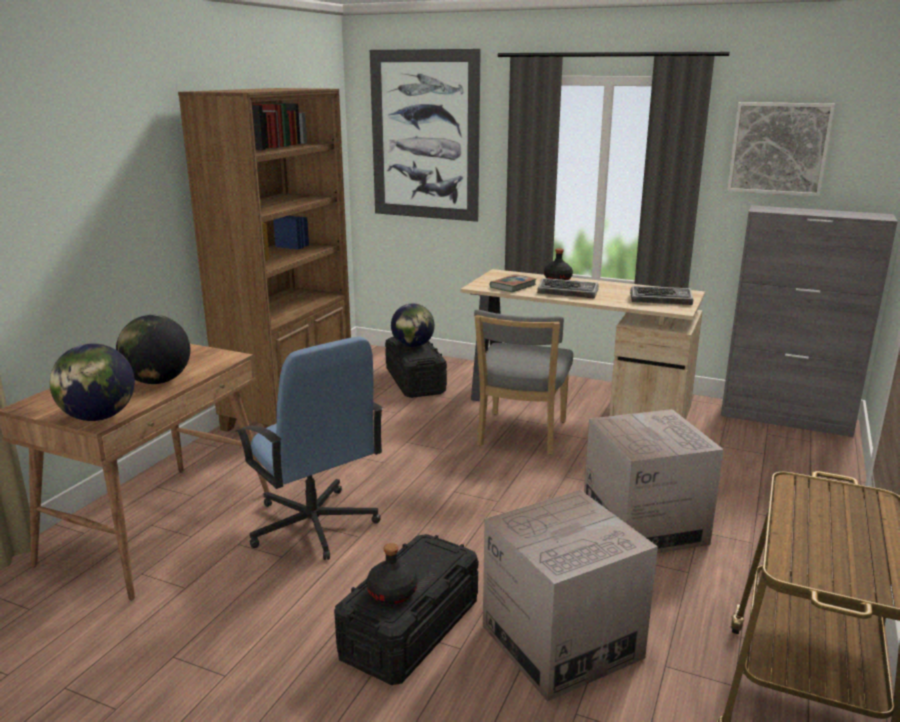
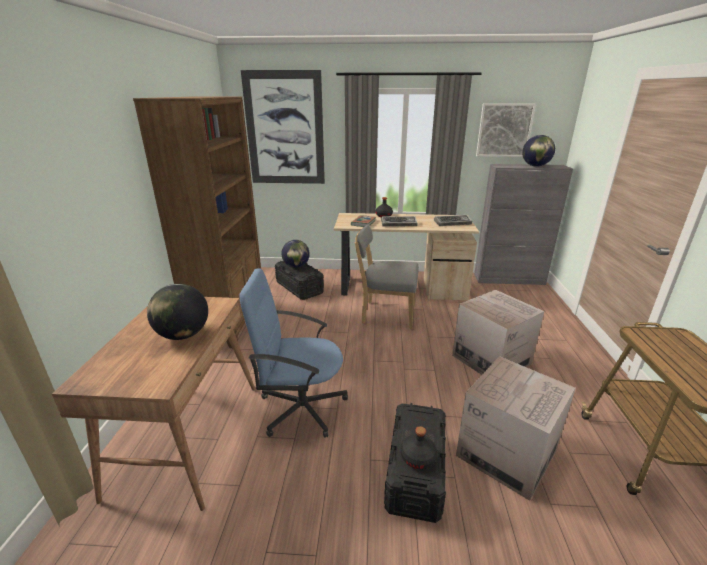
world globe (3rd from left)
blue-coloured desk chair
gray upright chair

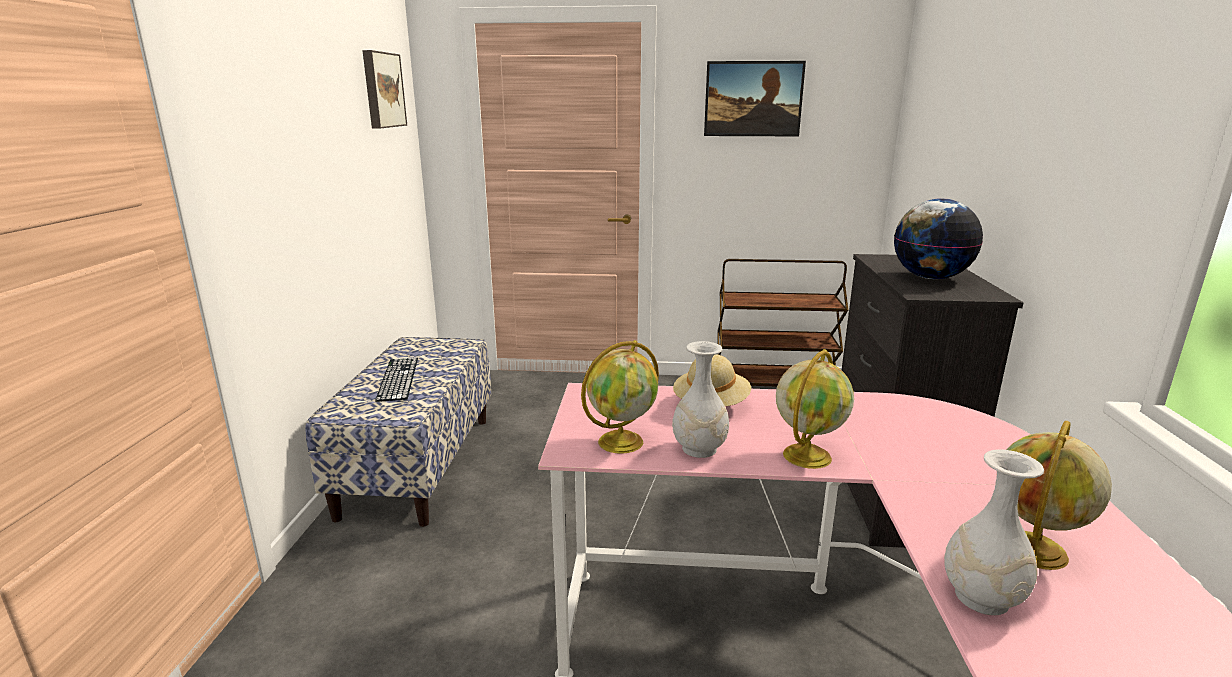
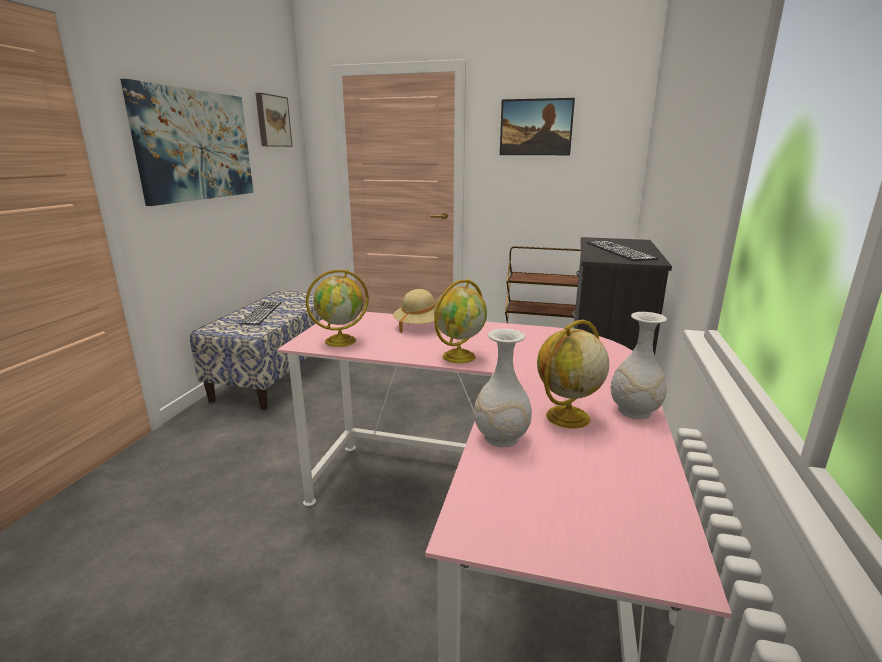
white-coloured flower vase (2nd from left)
computer keyboard (2nd from left)
picture (1st from left)

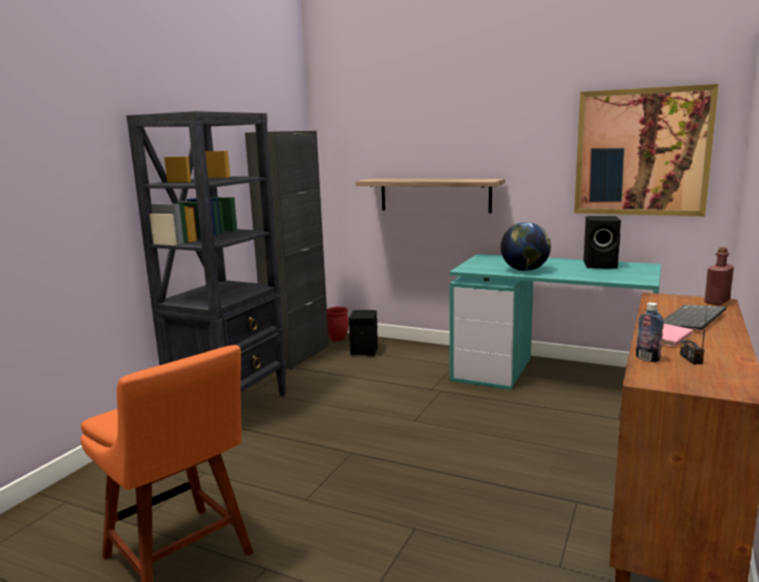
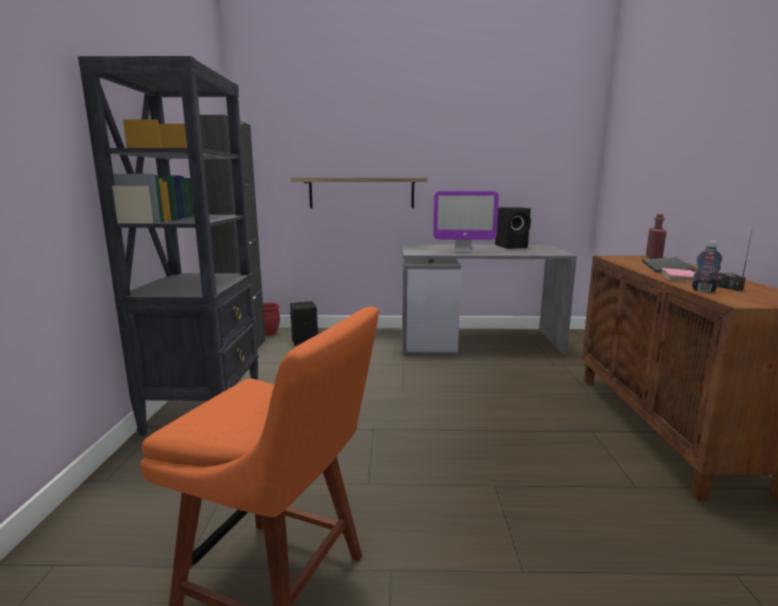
gray desk table
computer screen
picture

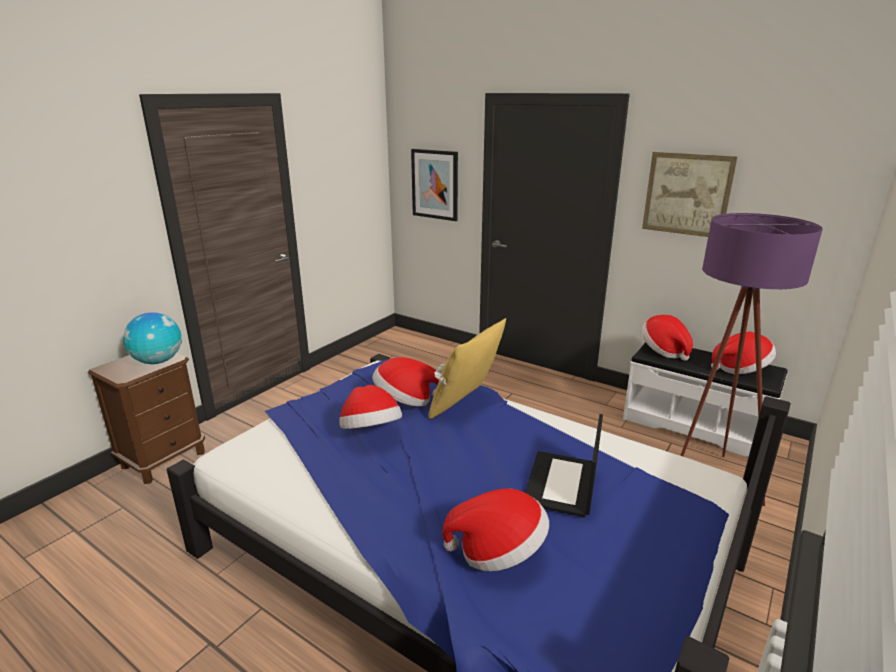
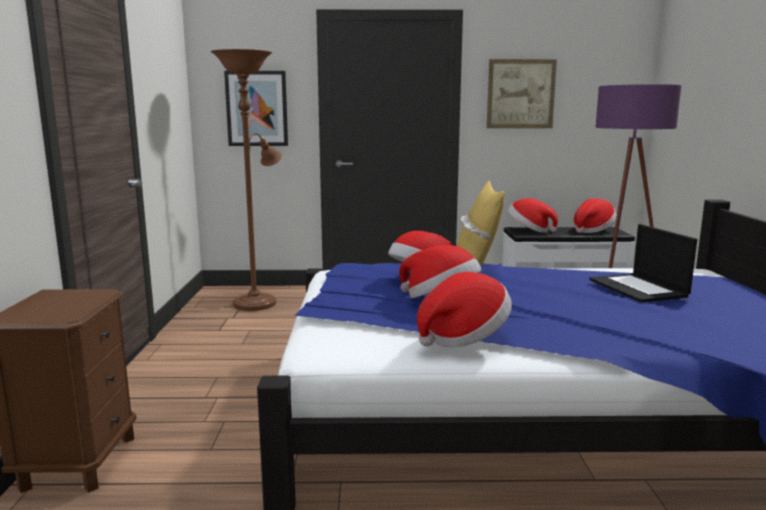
world globe
wearable hat (3rd from left)
brownish floor lamp

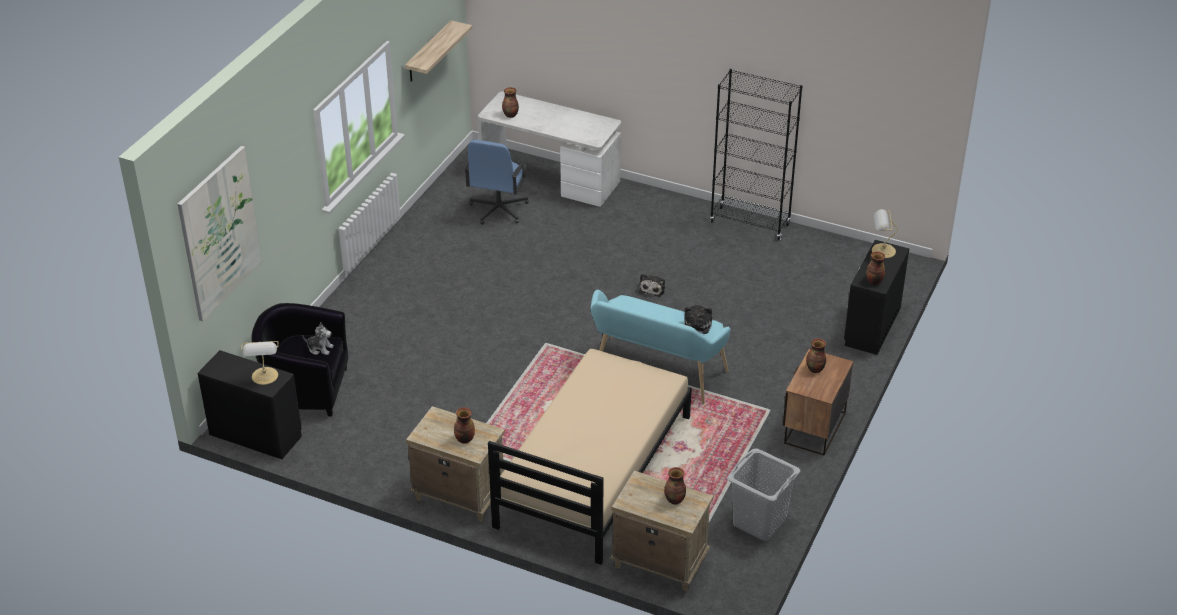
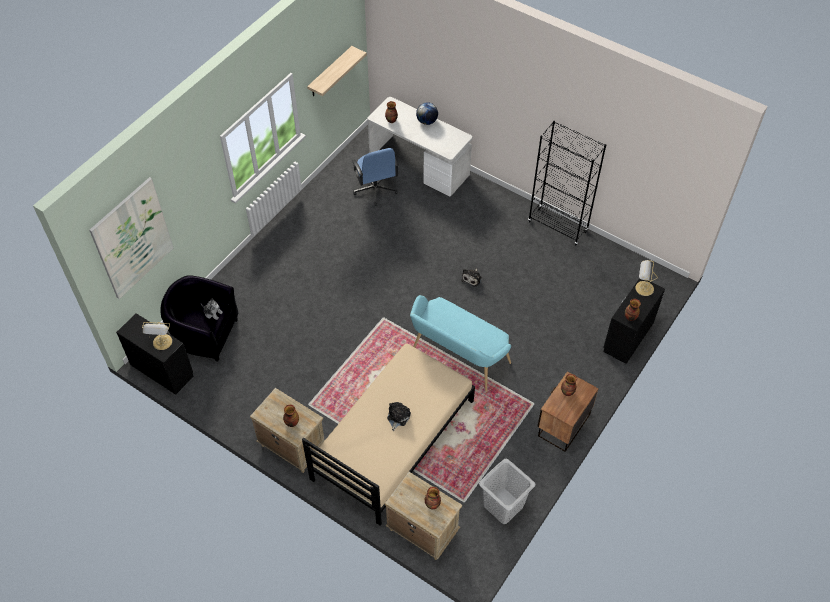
blue-coloured desk chair
soft toy (2nd from left)
world globe

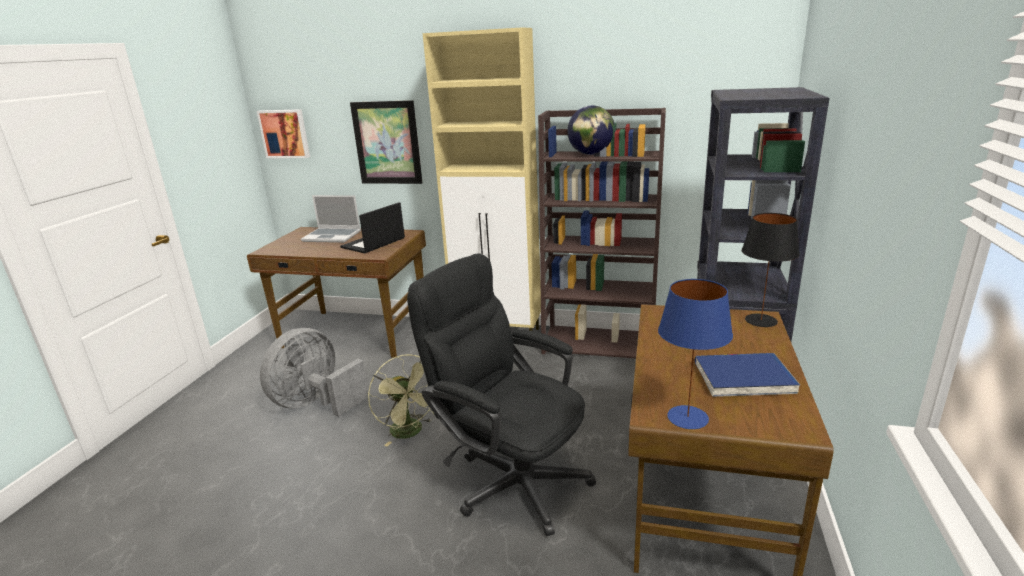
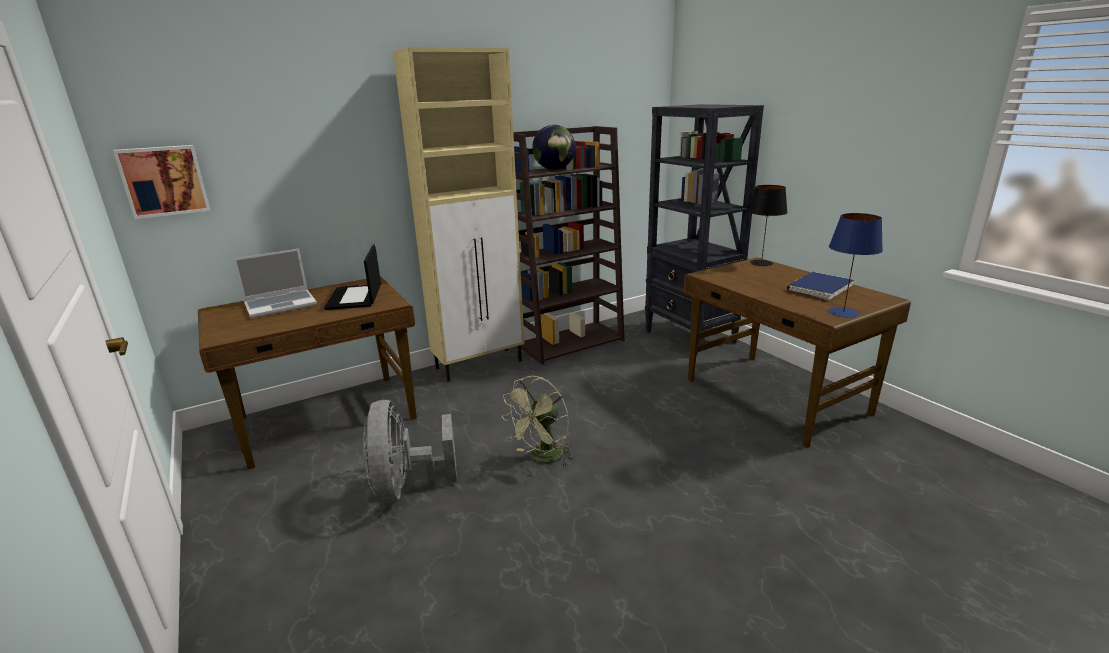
picture (2nd from left in the first image)
greenish electric fan
blackish desk chair

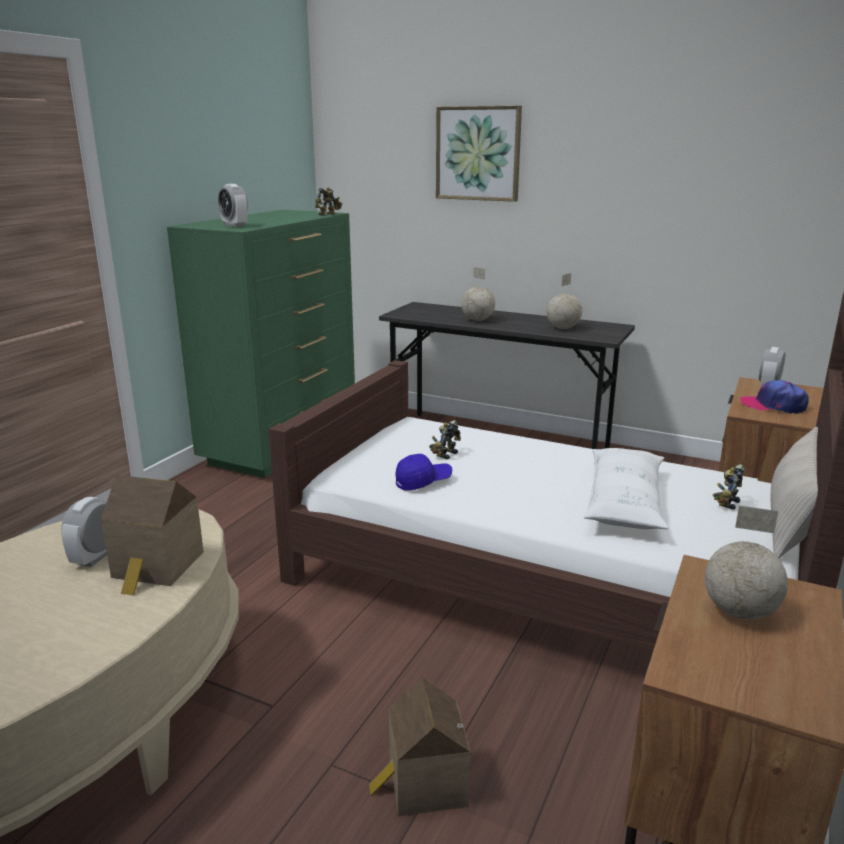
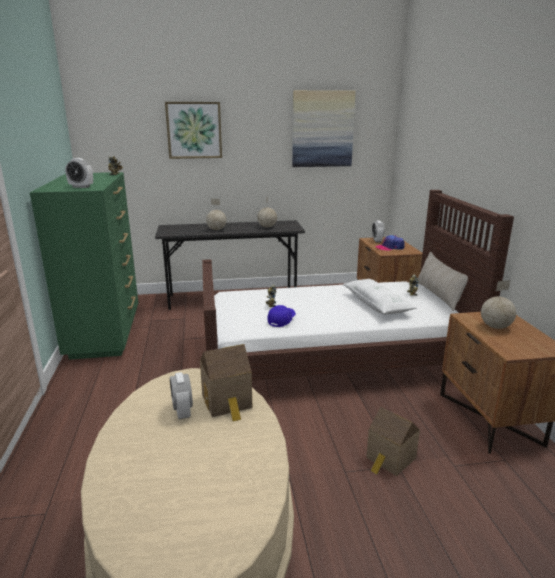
picture (2nd from left)

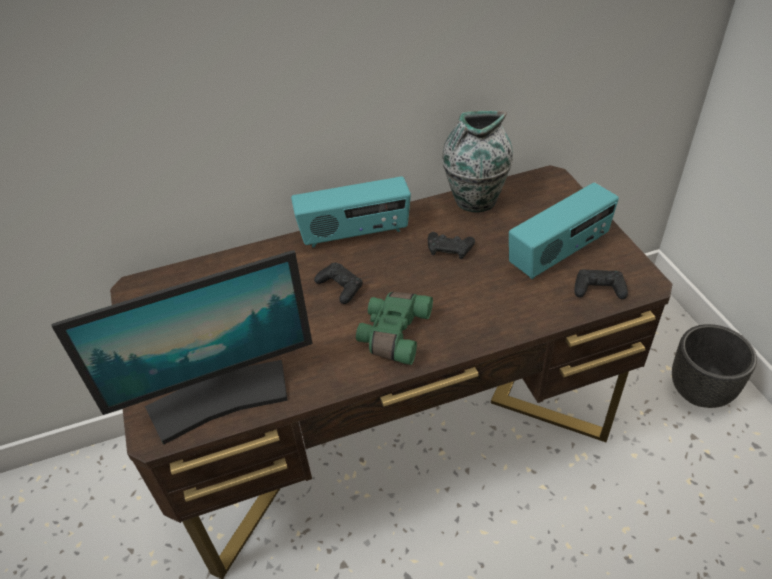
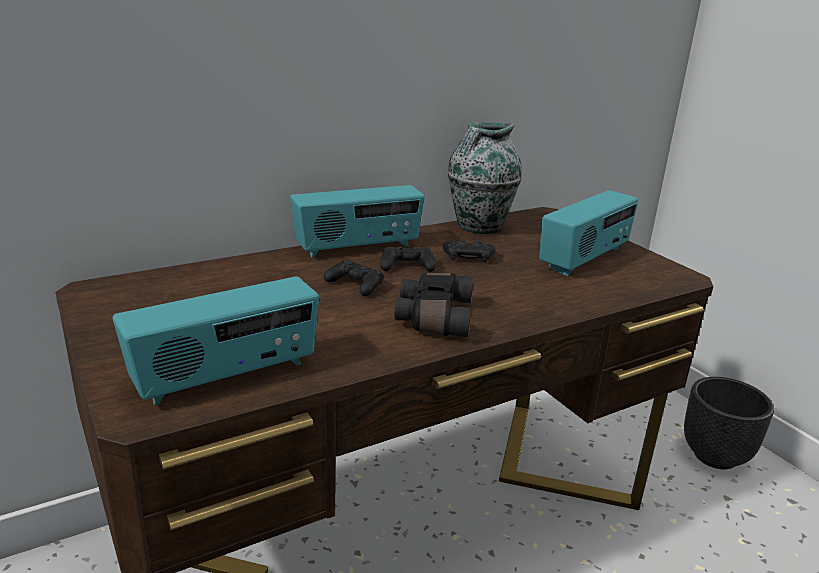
radio (1st from left)
blackish binoculars
blackish game controller (2nd from left)

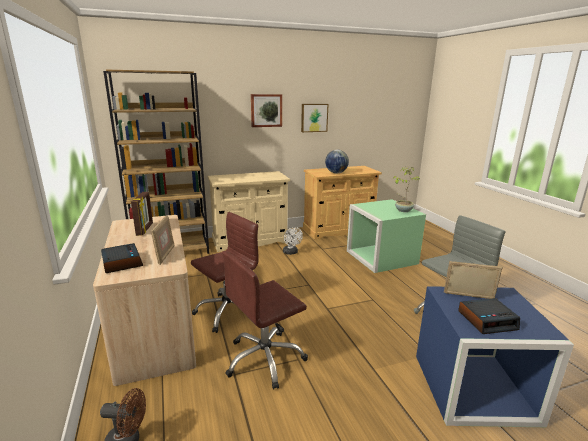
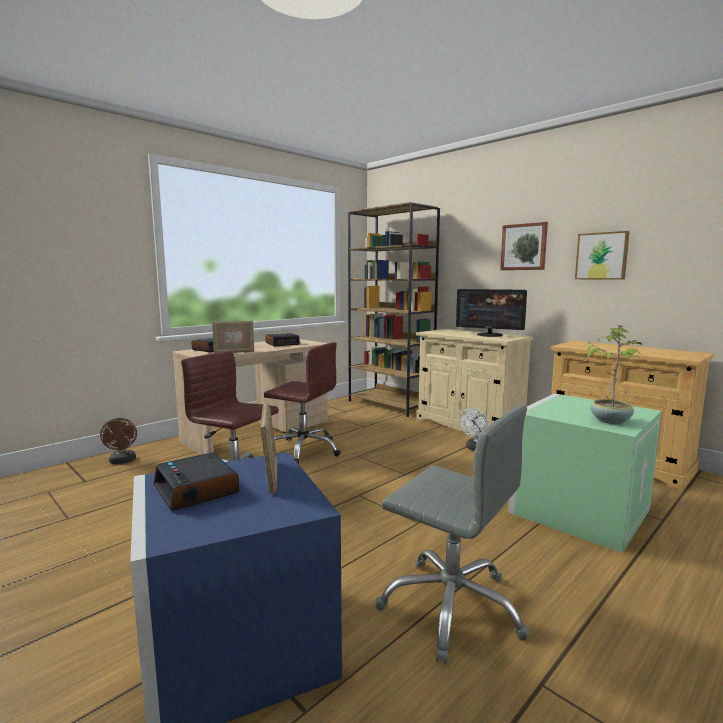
alarm clock (3rd from left)
world globe
computer screen

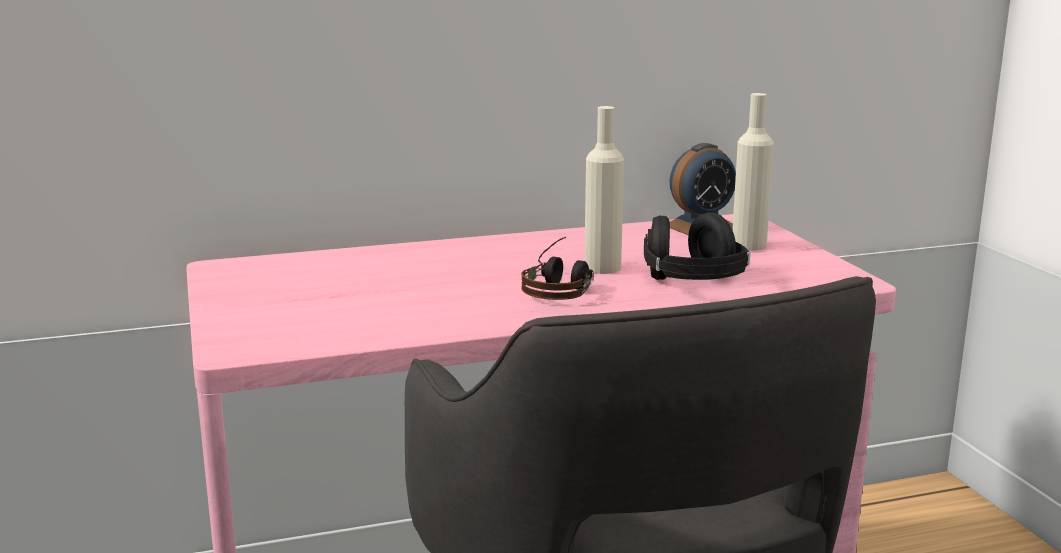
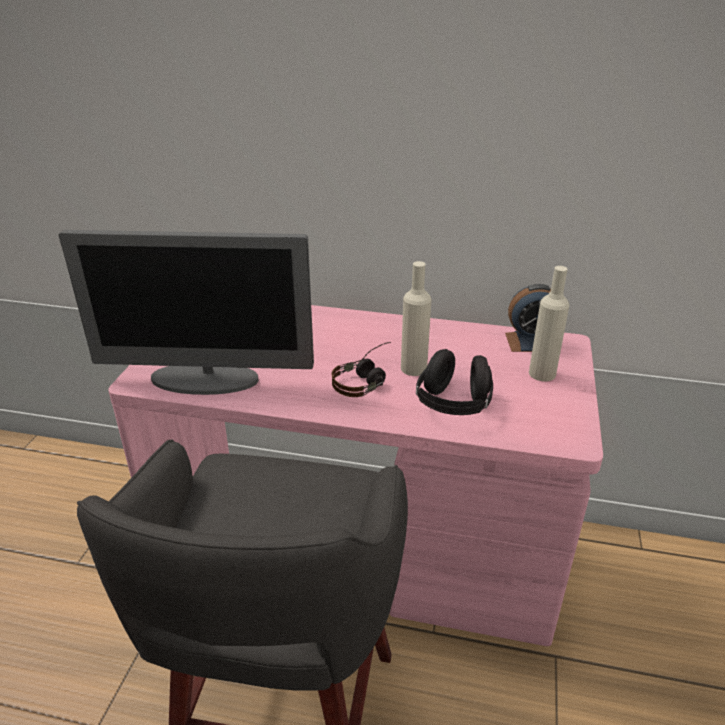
computer screen

